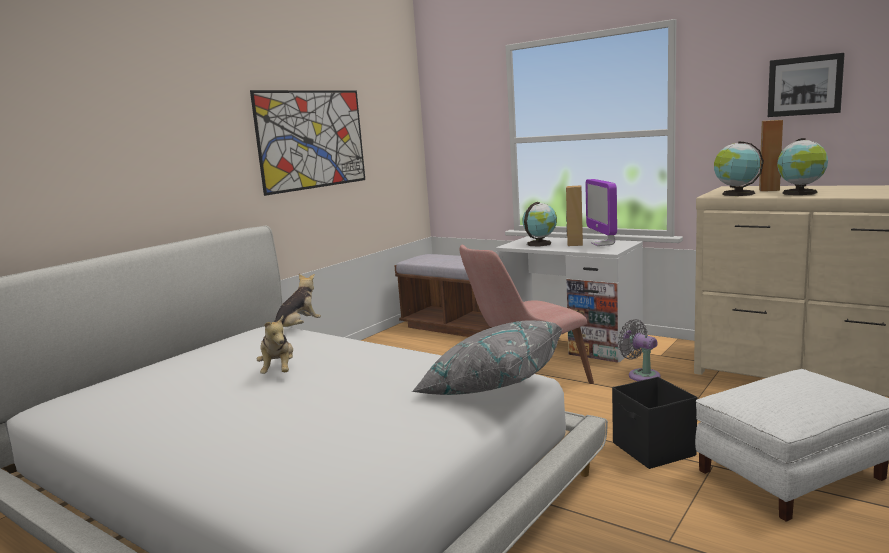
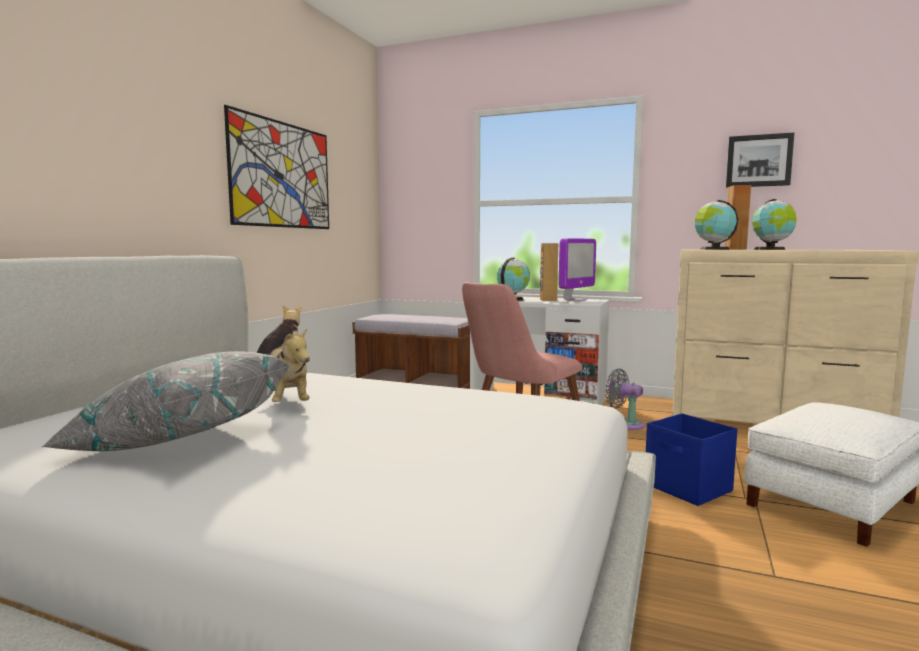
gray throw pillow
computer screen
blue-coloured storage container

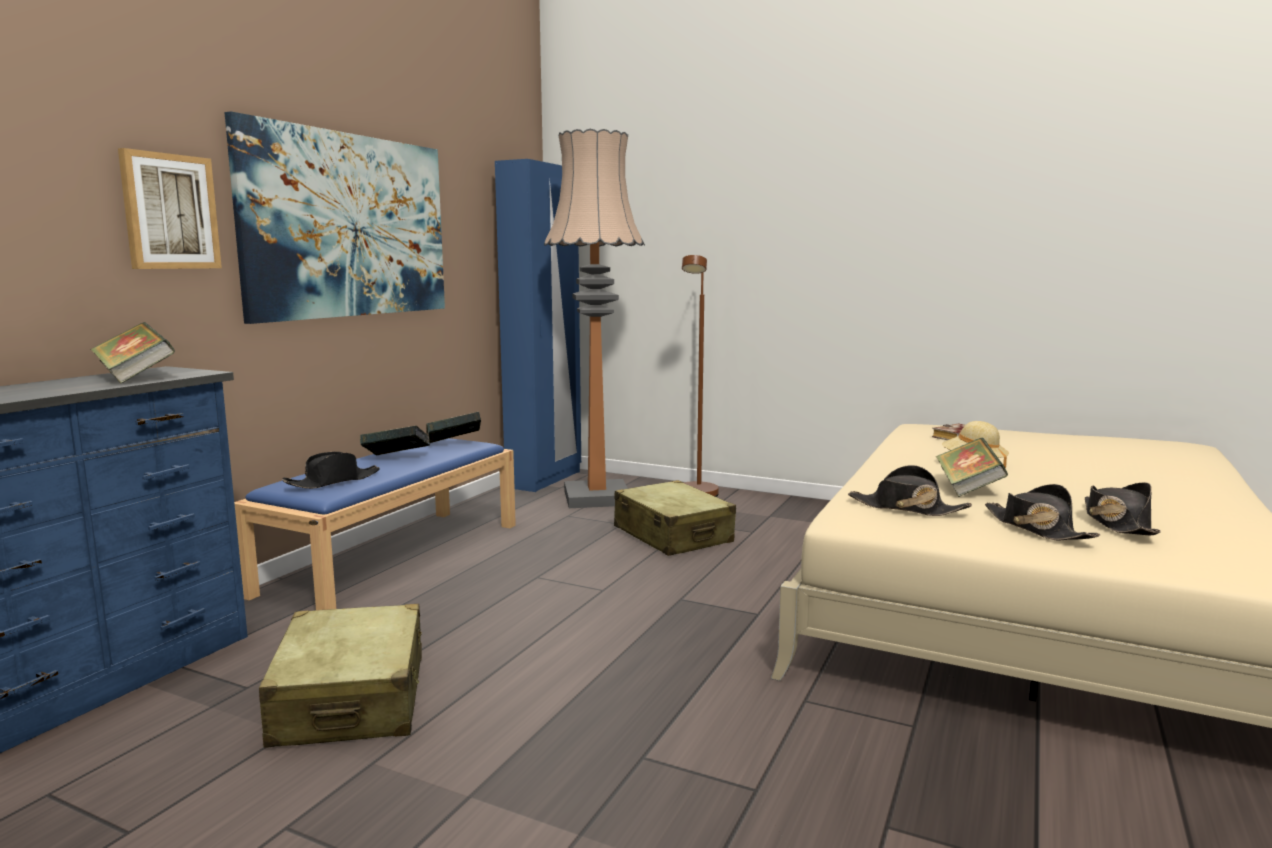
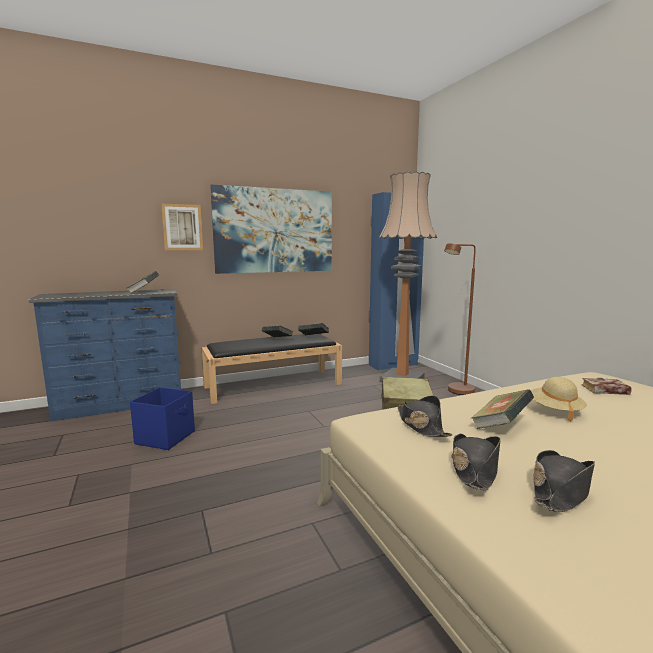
blackish indoor bench
blue-coloured storage container
blackish wearable hat (1st from left in the first image)

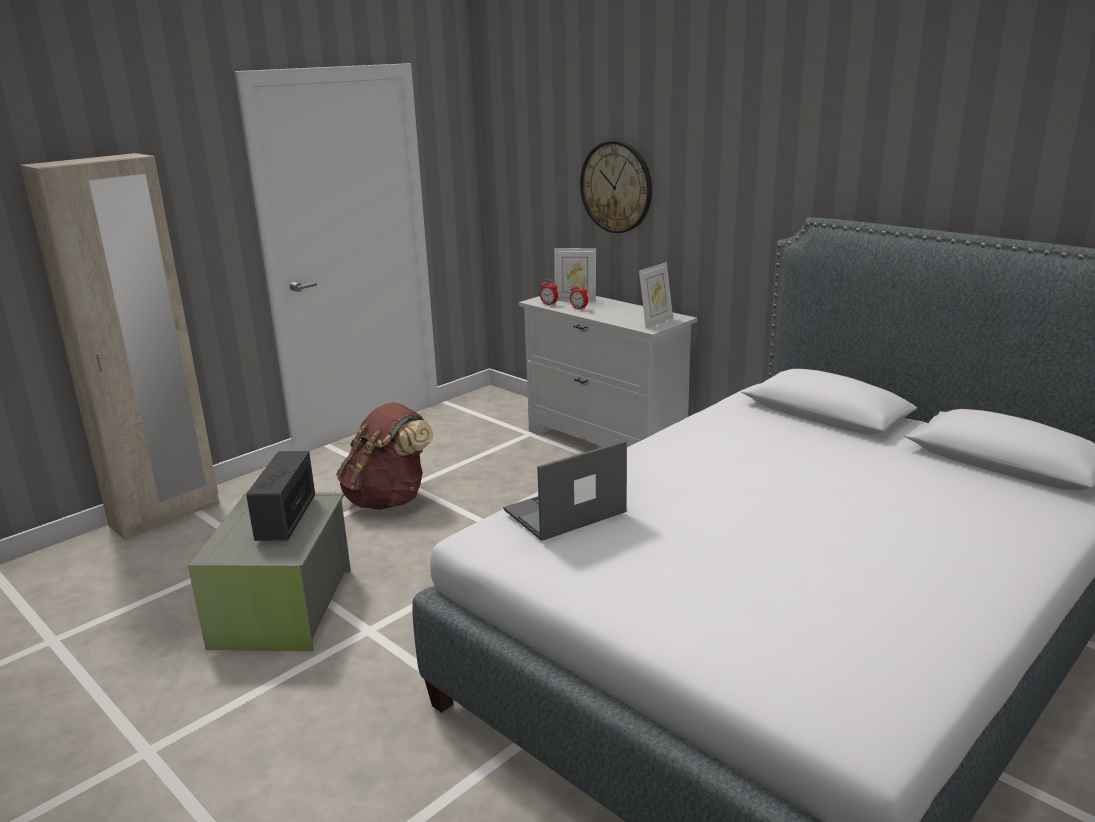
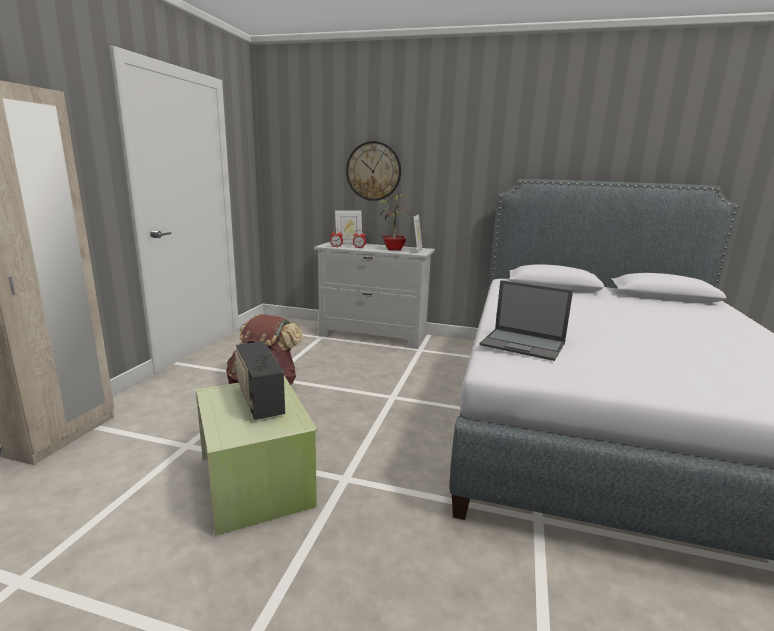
greenish storage container
laptop
plant in a pot

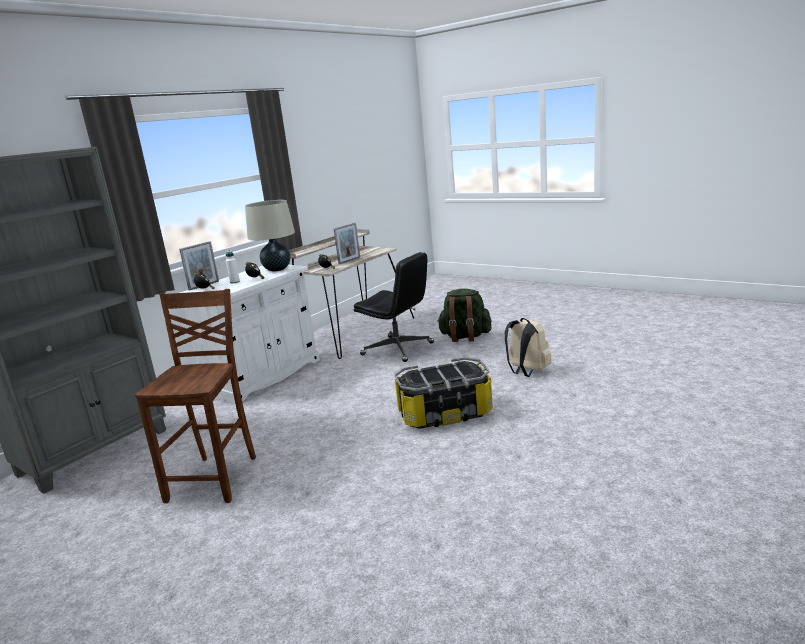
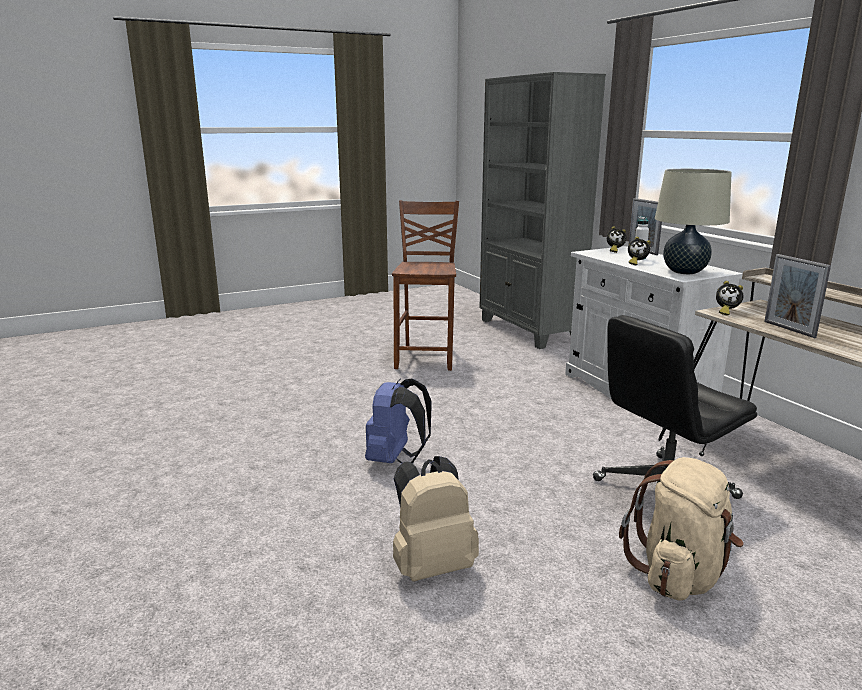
brownish upright chair
blue-coloured backpack
sand-coloured backpack (2nd from left)

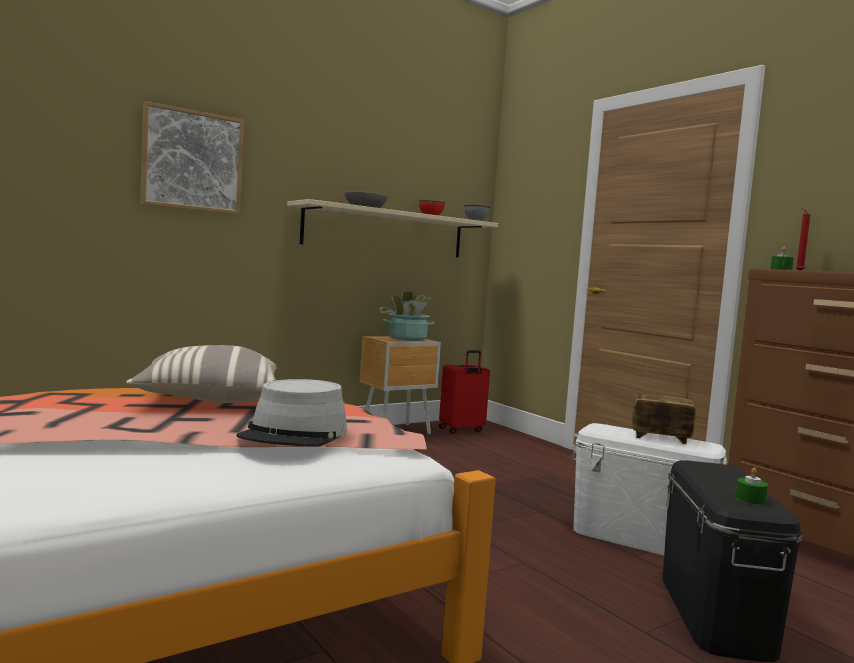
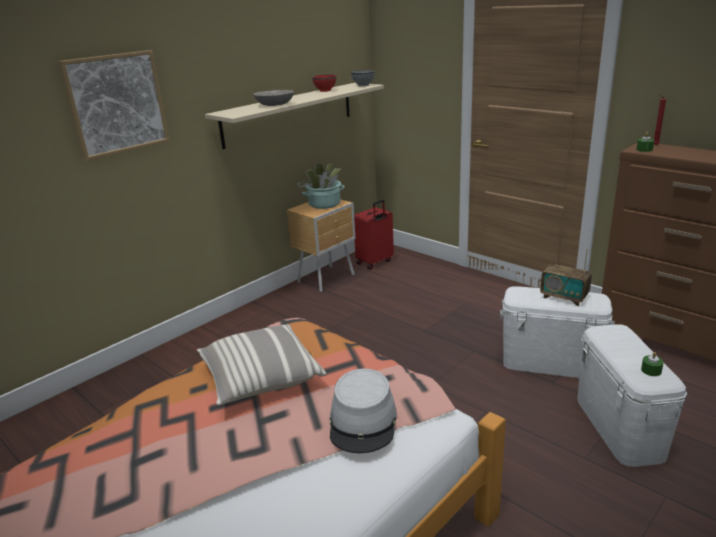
radio
white-coloured storage container (2nd from left)

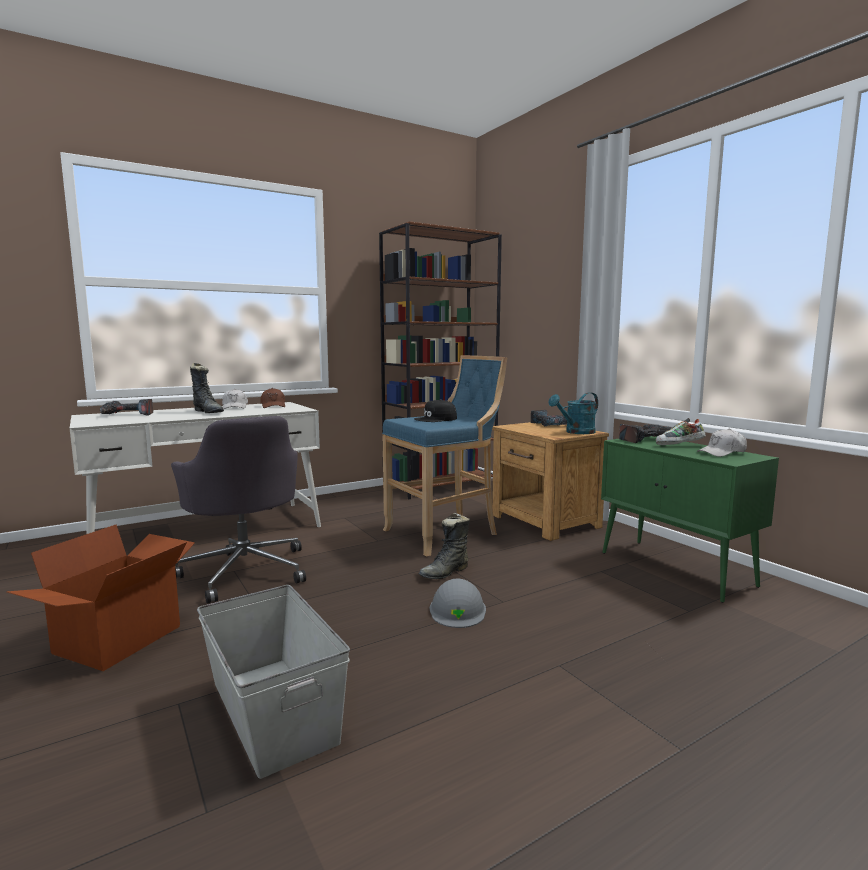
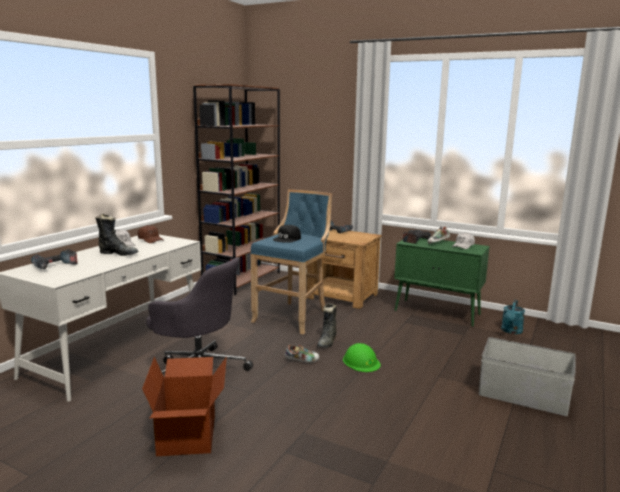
gray storage container
greenish work helmet
turquoise sprinkling can
low shoe (1st from left)

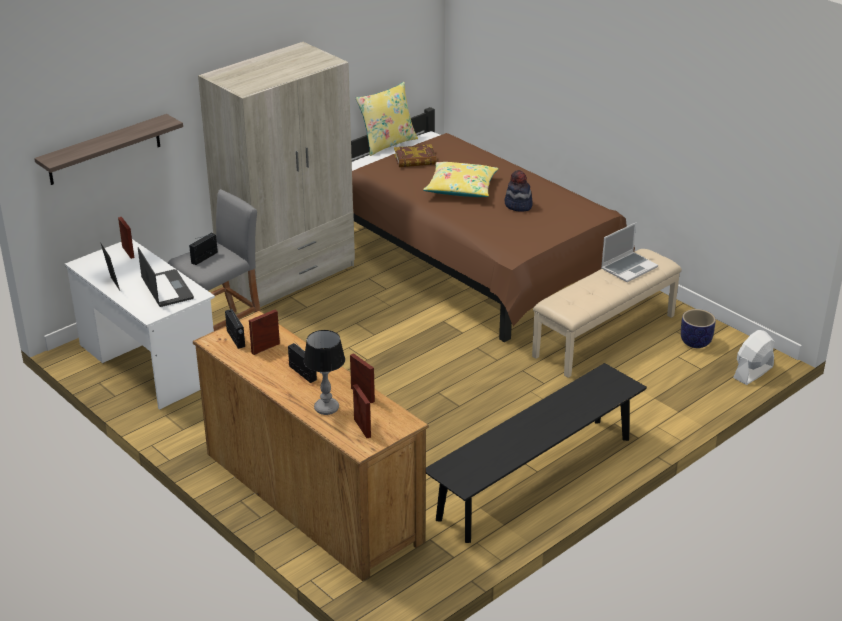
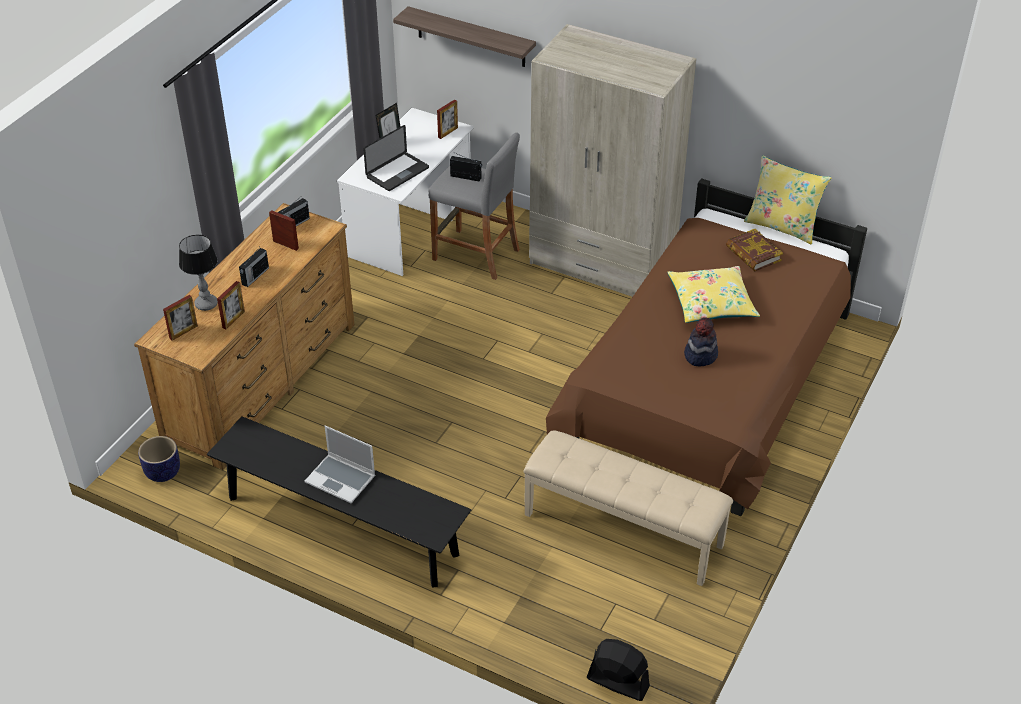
laptop (1st from left)
planter
blackish electric fan

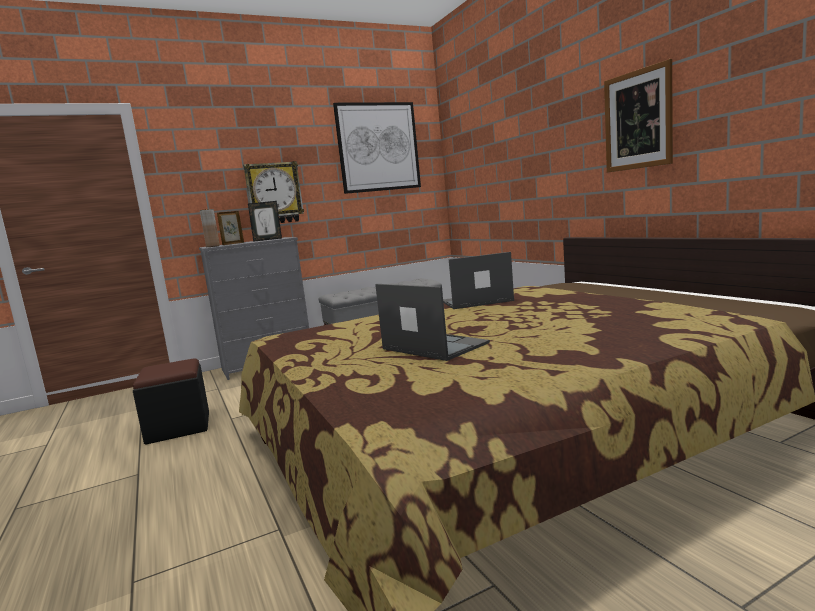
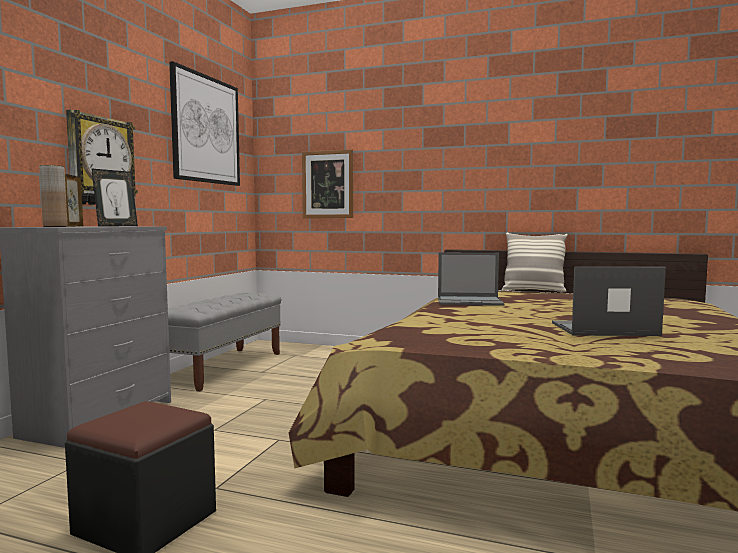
laptop (1st from left)
picture (2nd from left)
throw pillow

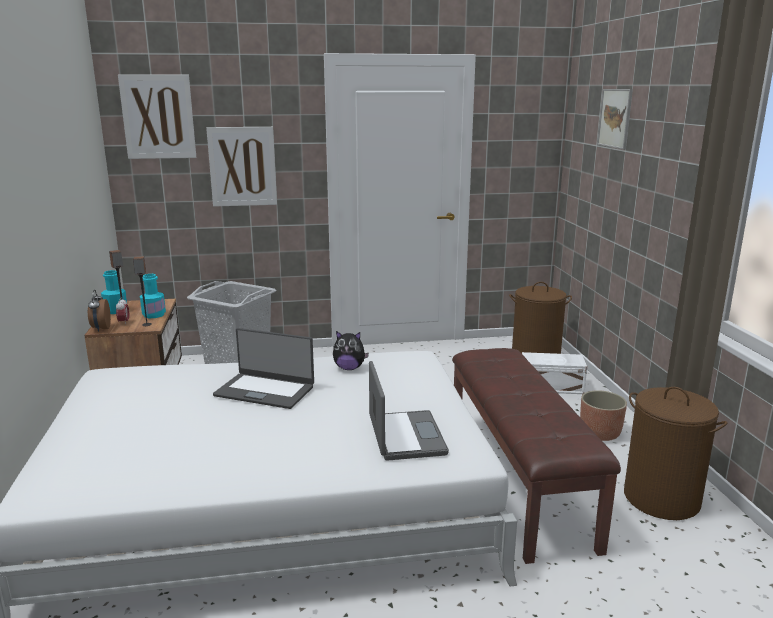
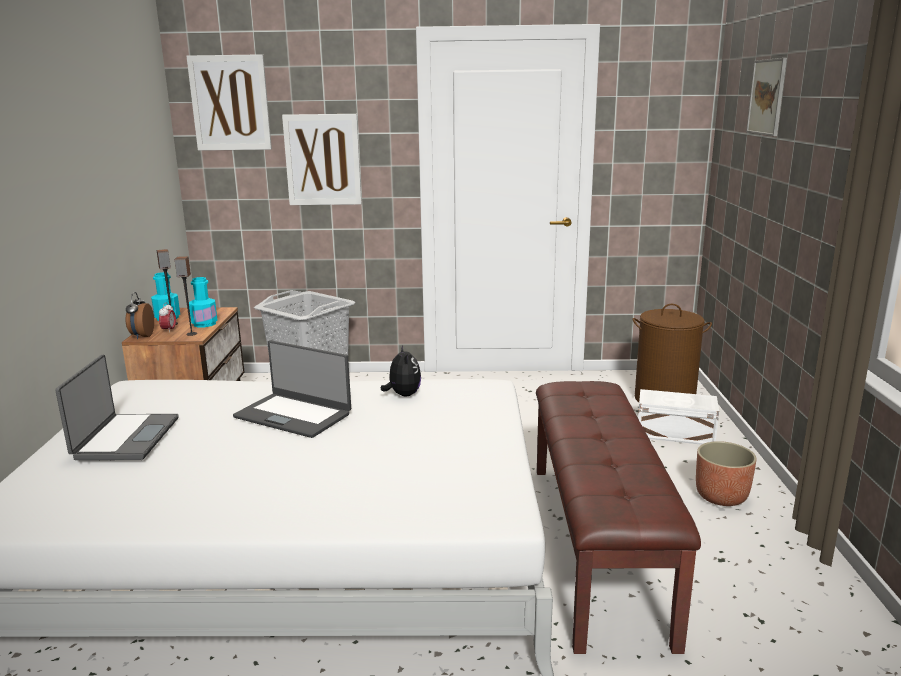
soft toy
laptop (1st from left)
brownish laundry basket (2nd from left in the first image)

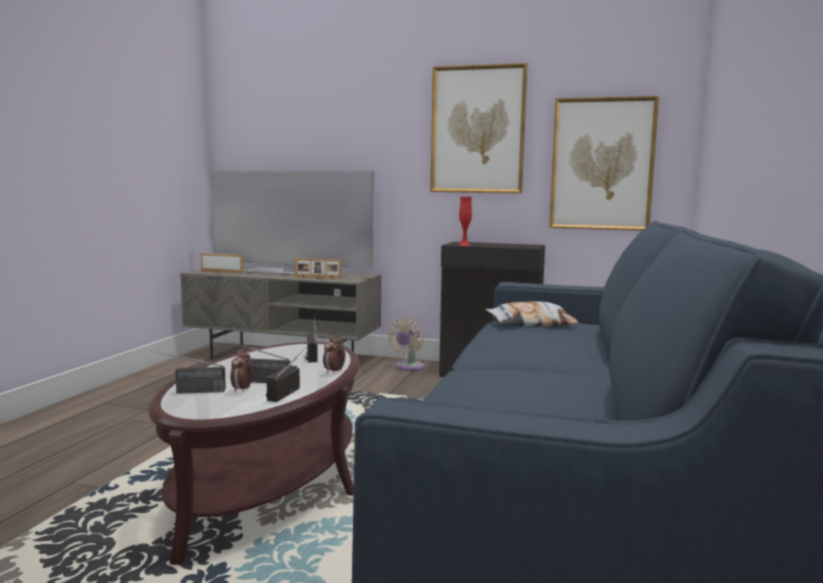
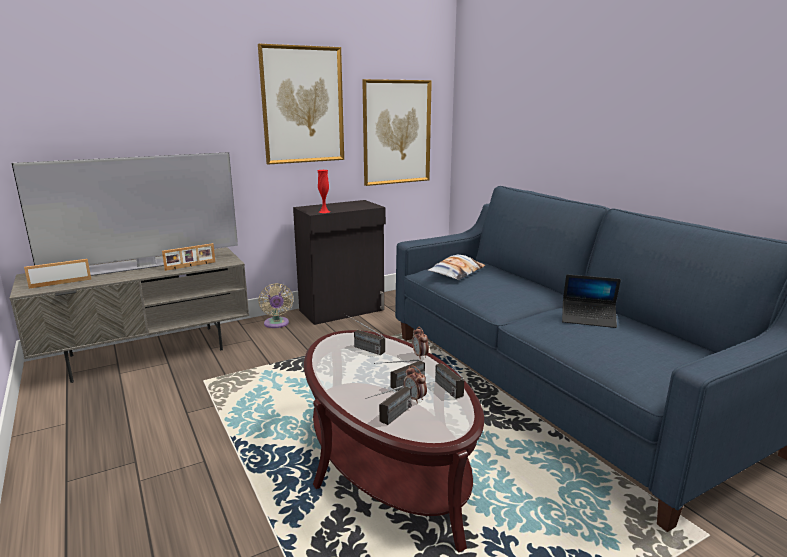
laptop

